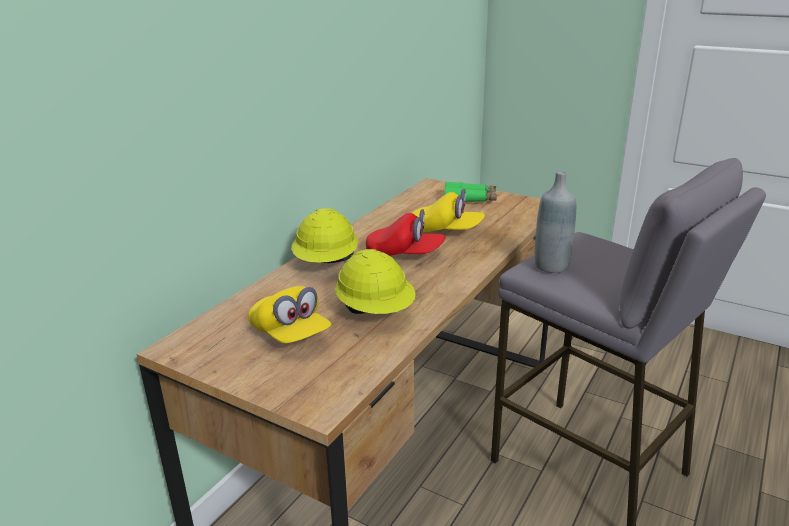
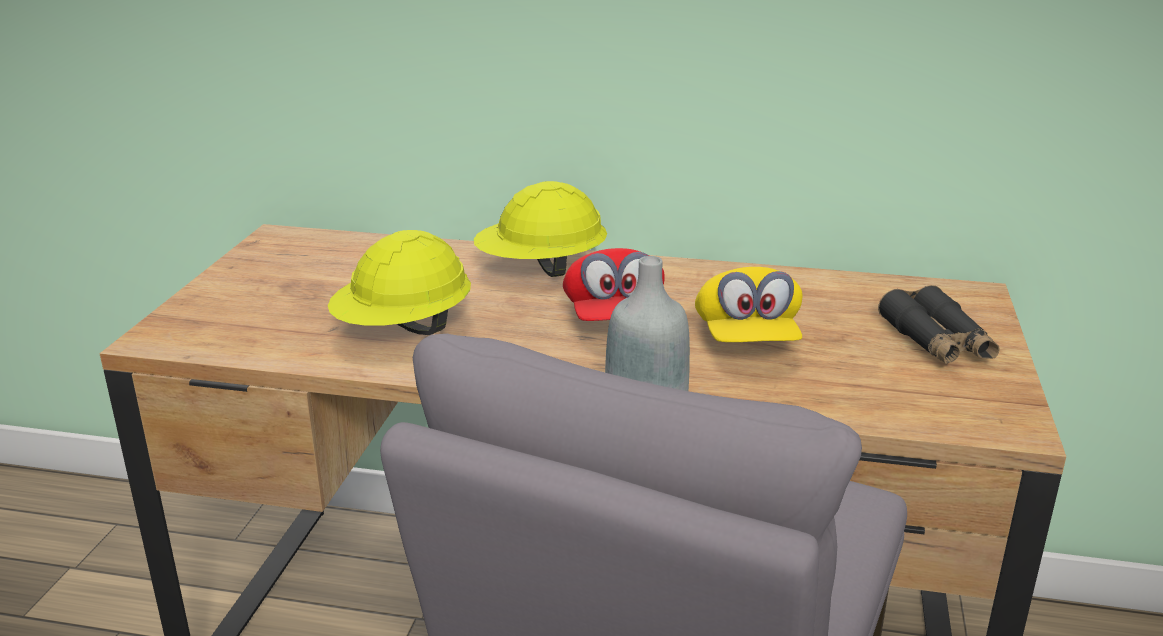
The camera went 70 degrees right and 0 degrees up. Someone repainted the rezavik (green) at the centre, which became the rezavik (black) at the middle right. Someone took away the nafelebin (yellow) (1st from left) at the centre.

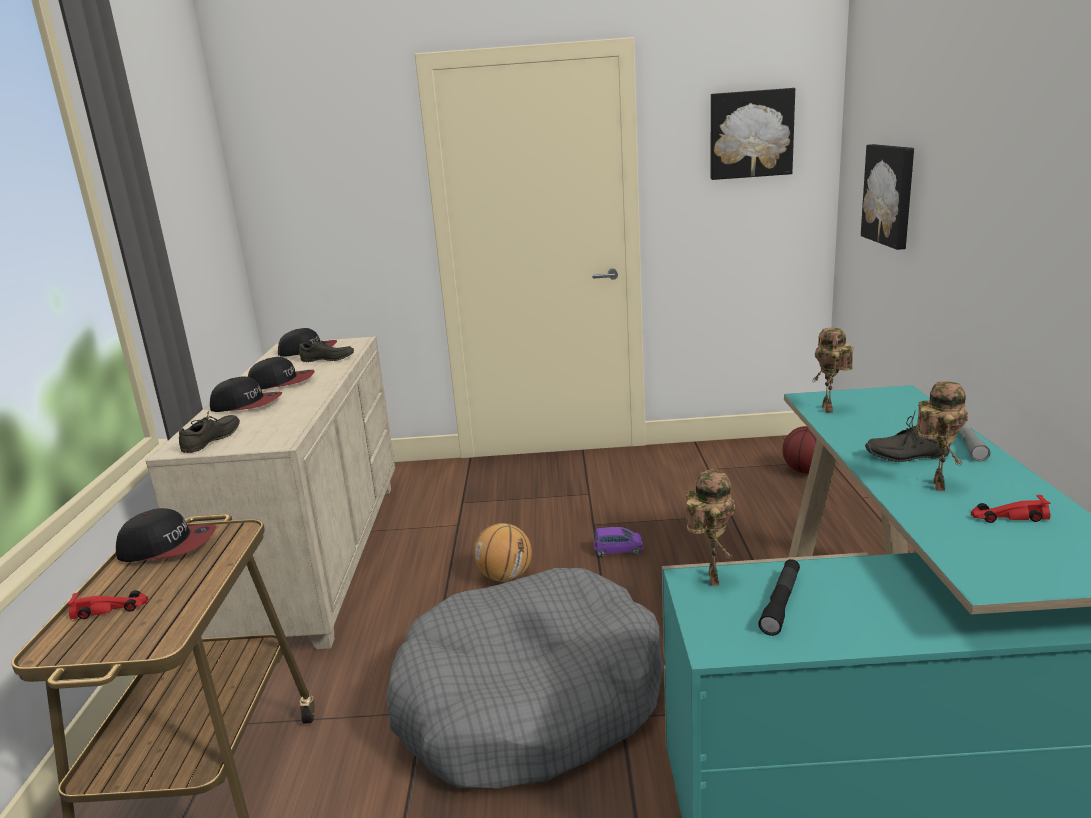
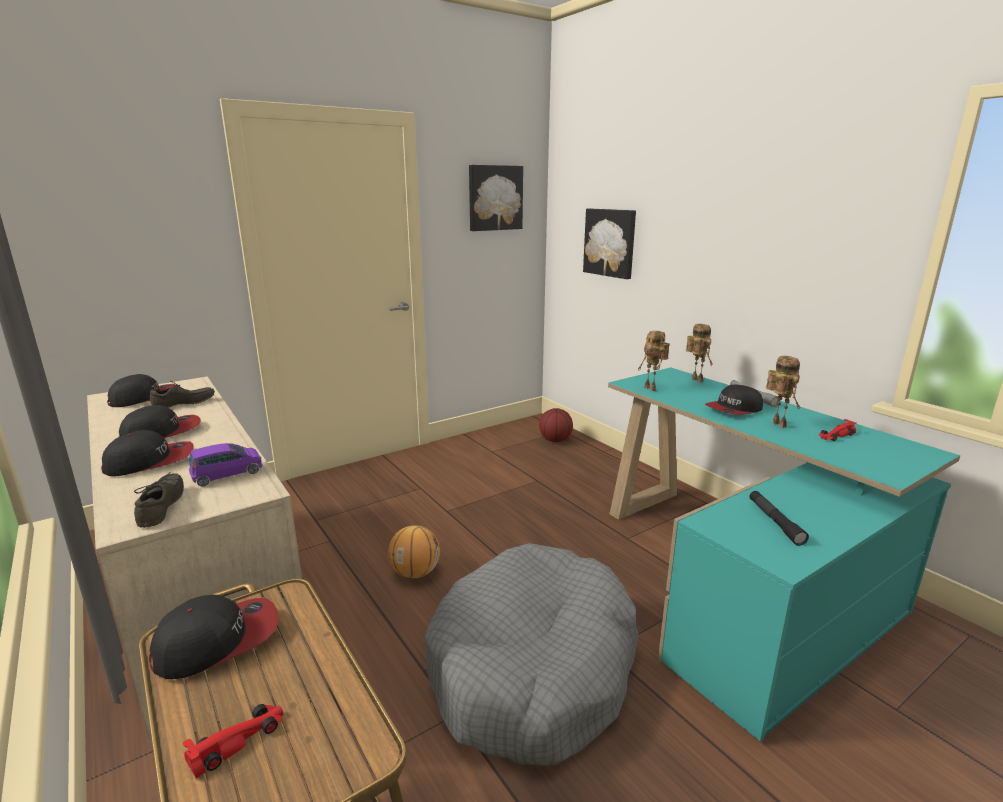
The camera went 35 degrees left and 0 degrees up. Someone swapped the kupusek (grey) (3rd from left) at the middle right for the nafelebin (5th from left) at the middle right. Someone carried the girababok (1st from left in the first image) from the centre to the middle right. Someone carried the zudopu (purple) from the centre to the middle left.

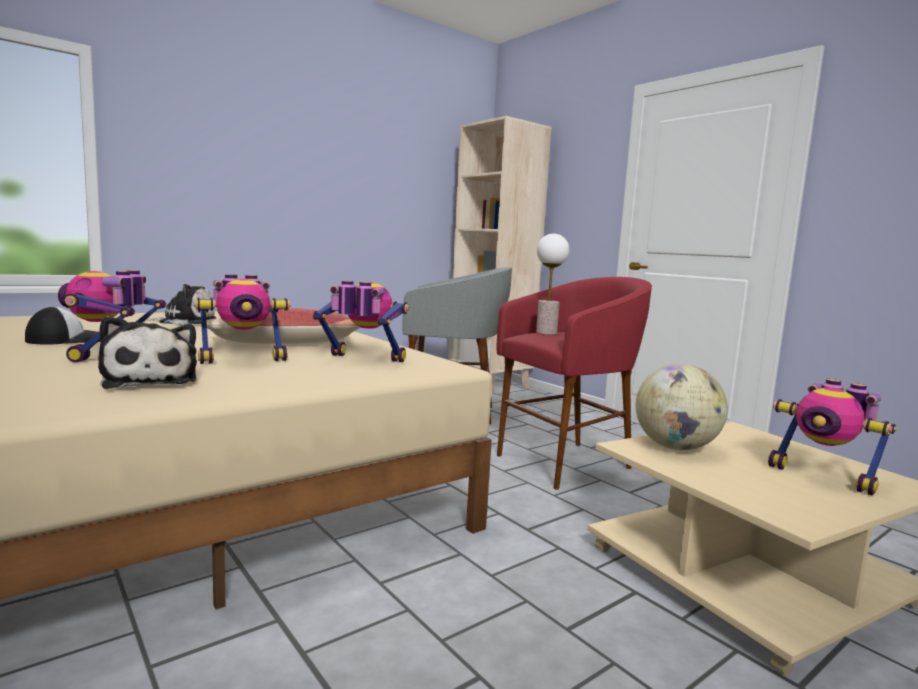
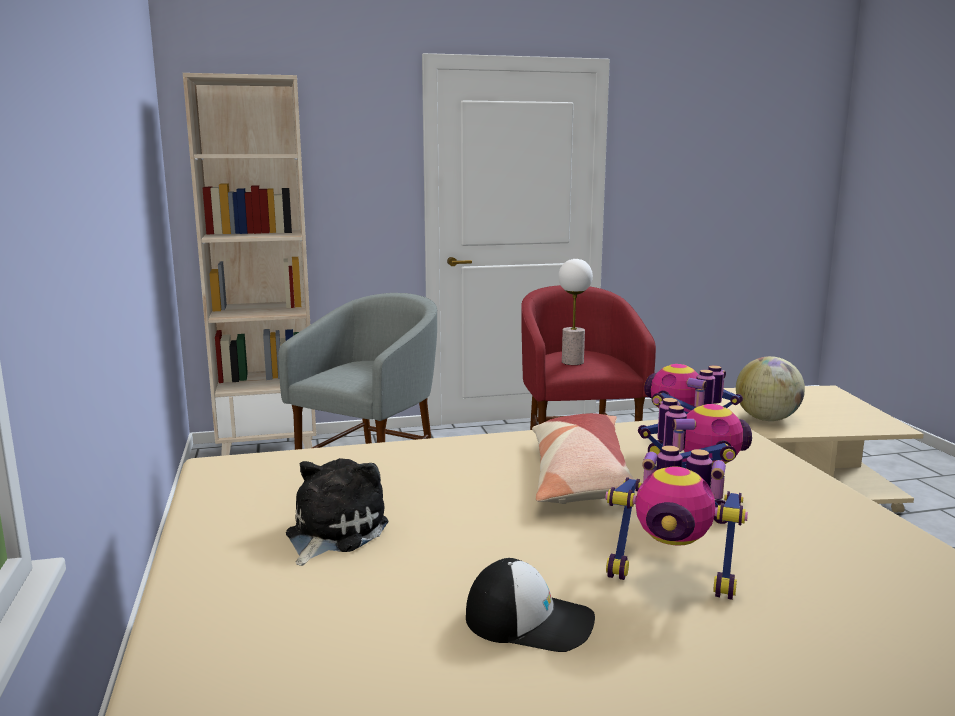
The camera went 65 degrees left and 5 degrees up. Someone rotated the nafelebin at the middle left by 120 degrees clockwise. Someone took away the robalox (1st from left) at the middle left. Someone took away the girababok (4th from left) at the middle right.

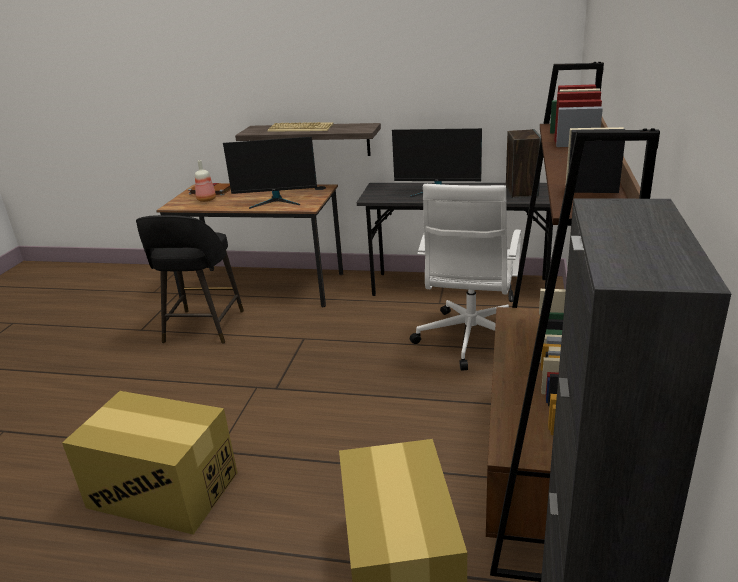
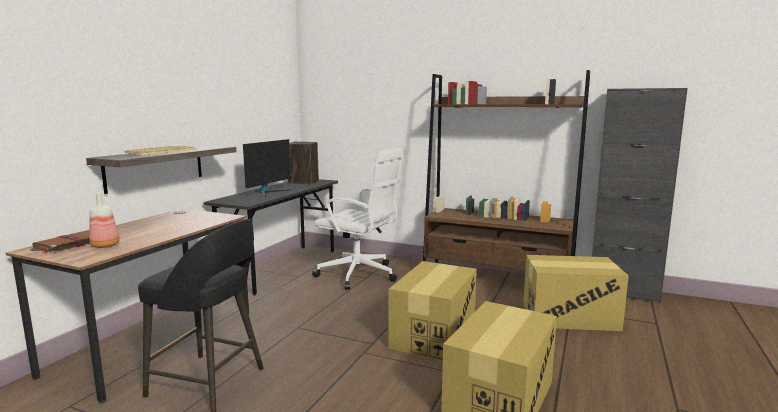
The camera went 80 degrees left and 15 degrees down. Someone took away the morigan (1st from left) at the top centre. Someone put down the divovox (1st from left) at the bottom centre.

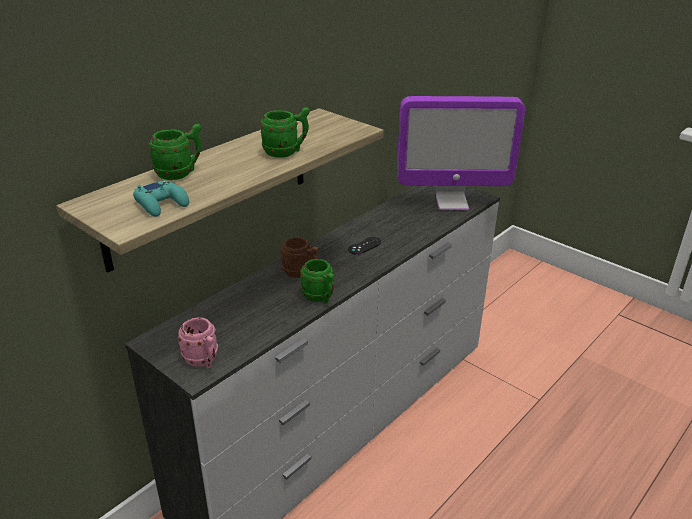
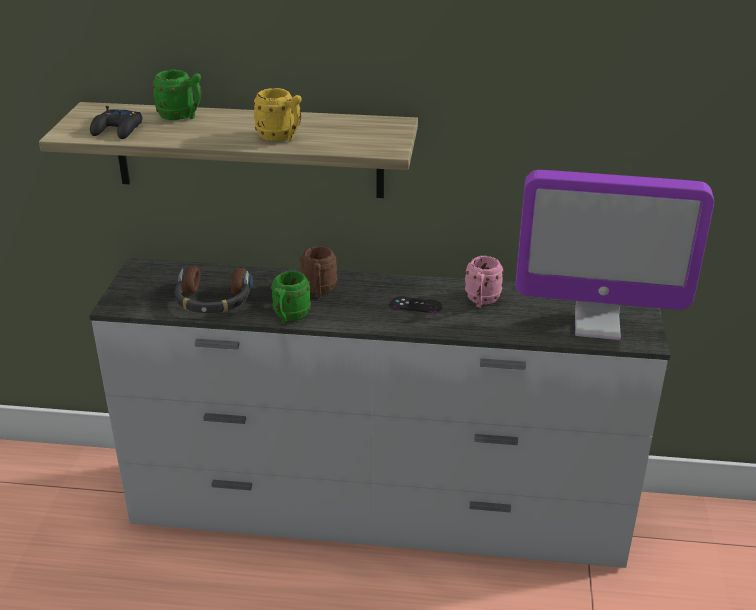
The camera went 55 degrees right and 0 degrees up. Someone rotated the morigan at the top centre by 45 degrees counterclockwise. Someone repainted the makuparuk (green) (2nd from left) at the top centre, which became the makuparuk (yellow) at the top centre. Someone repainted the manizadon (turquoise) at the middle left, which became the manizadon (black) (1st from left) at the top left. Someone carried the makuparuk (pink) from the middle left to the centre. Someone put down the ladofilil at the middle left.

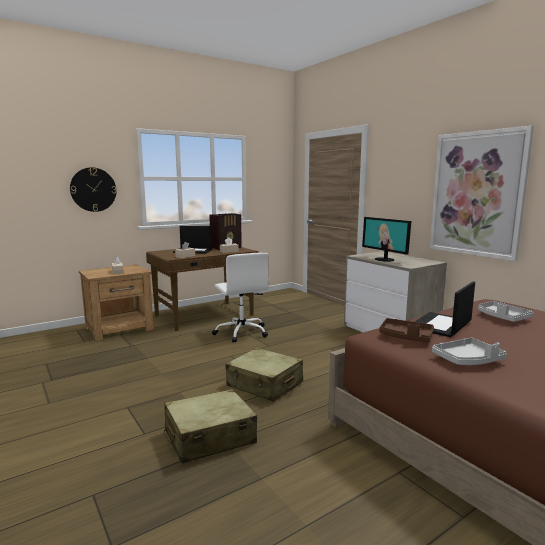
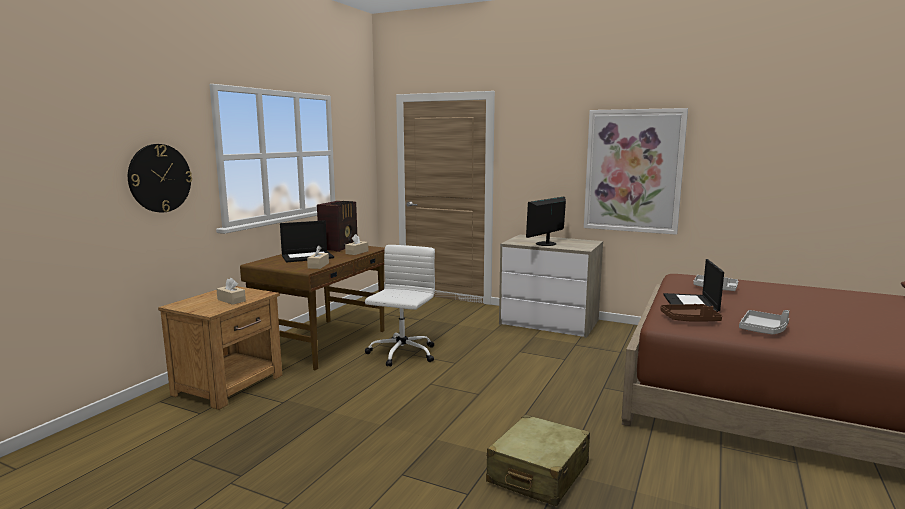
The camera went 30 degrees left and 0 degrees up. Someone rotated the morigan at the middle right by 105 degrees clockwise. Someone rotated the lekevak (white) at the centre by 105 degrees counterclockwise. Someone took away the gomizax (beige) (2nd from left) at the bottom centre.

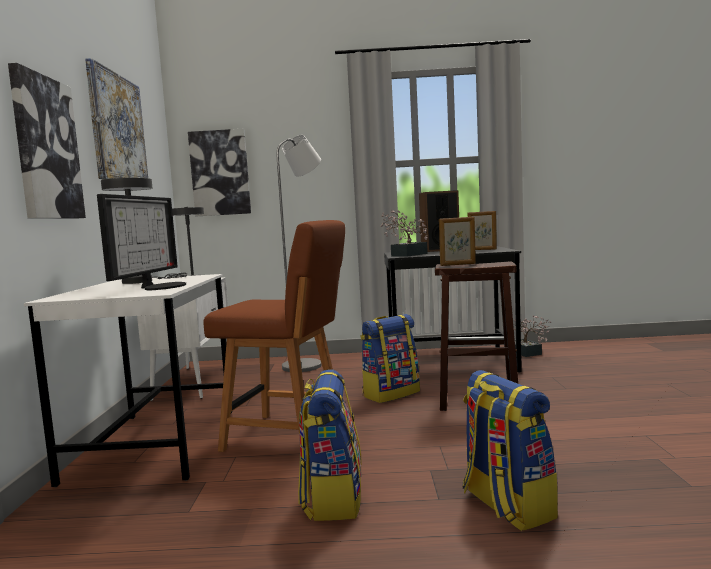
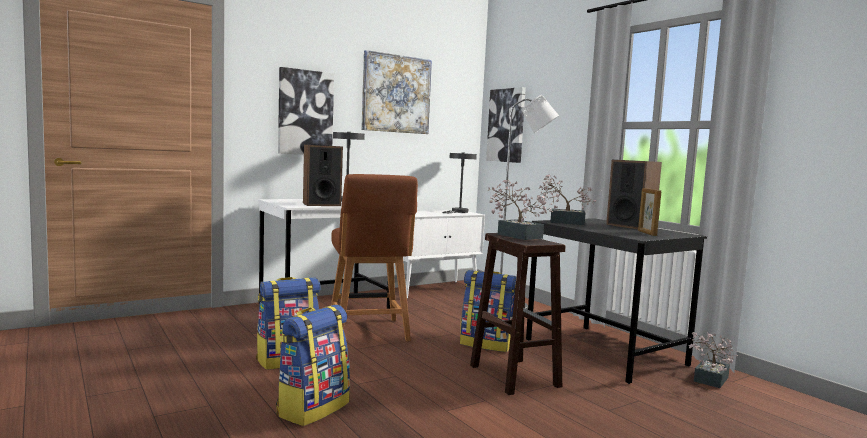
The camera went 55 degrees right and 0 degrees up. Someone swapped the morigan at the middle left for the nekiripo (1st from left) at the centre. Someone swapped the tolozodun (1st from left) at the centre for the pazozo (1st from left) at the centre.

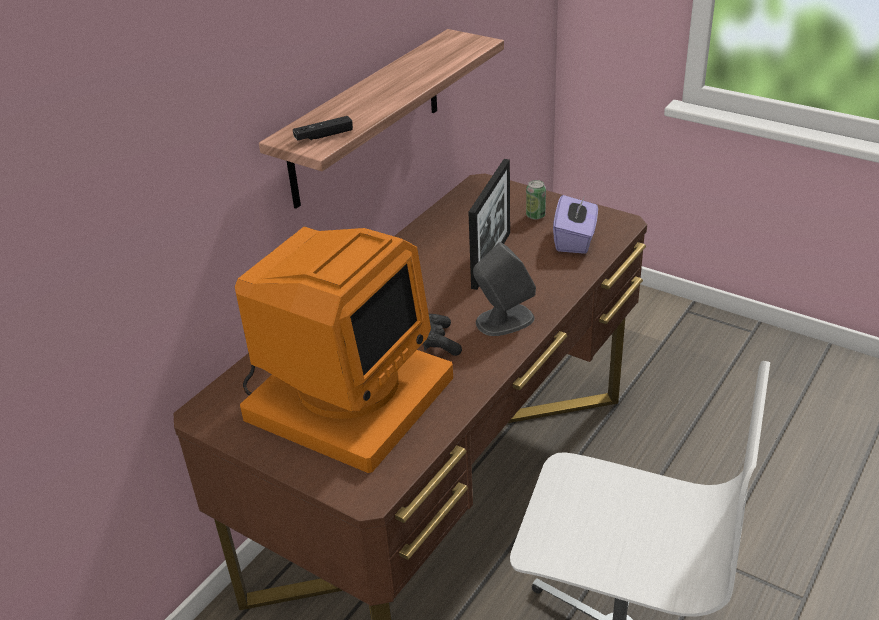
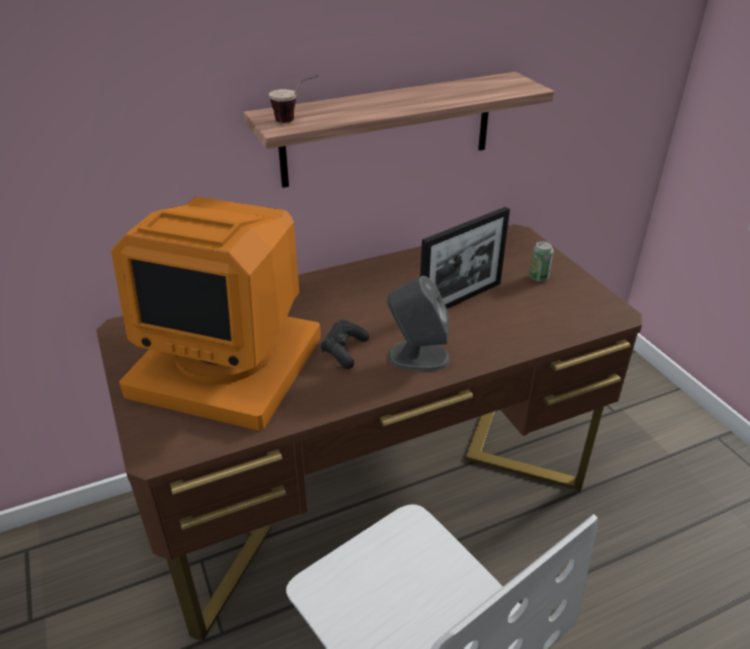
The camera went 30 degrees right and 0 degrees up. Someone swapped the manizadon (black) (1st from left) at the top centre for the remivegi at the top centre. Someone took away the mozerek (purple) at the centre. Someone rotated the morigan at the centre by 45 degrees clockwise.

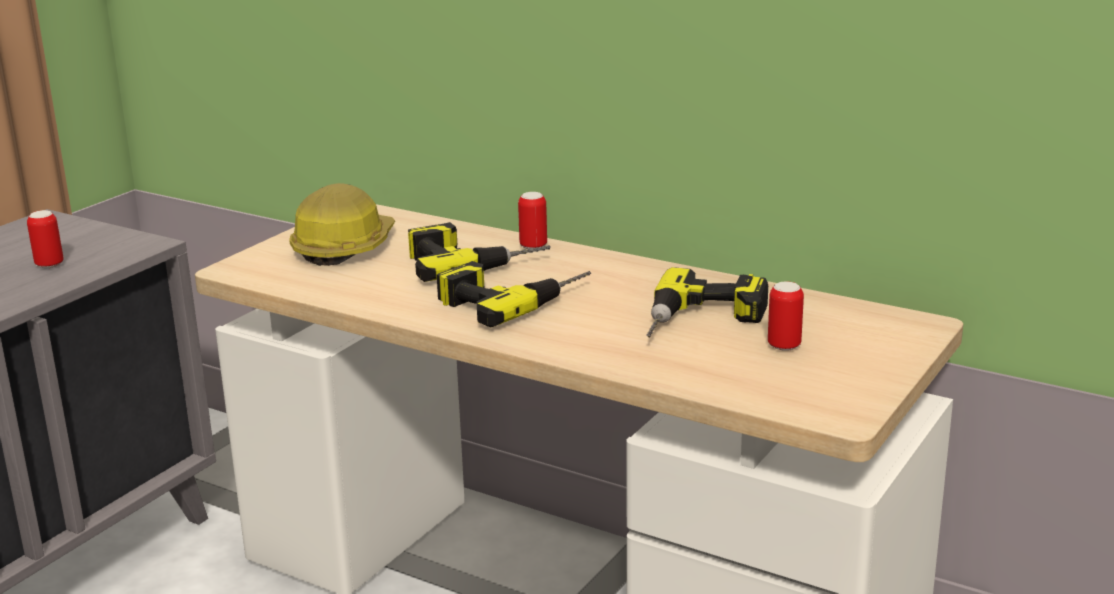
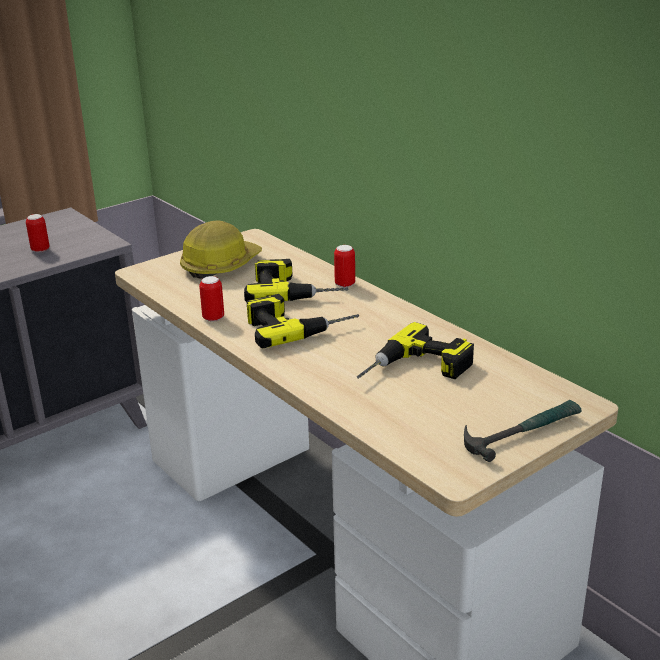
The camera went 20 degrees right and 5 degrees up. Someone carried the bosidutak (3rd from left in the first image) from the middle right to the middle left. Someone put down the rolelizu at the middle right.

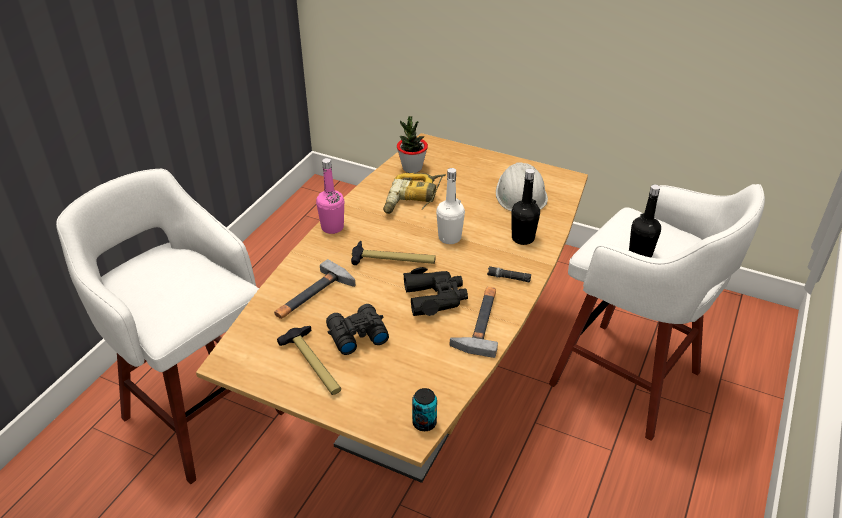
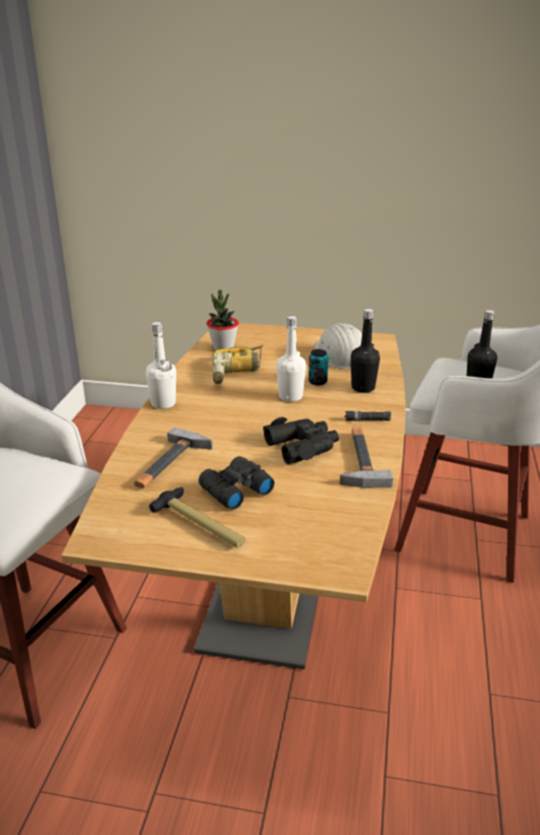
The camera went 15 degrees left and 10 degrees down. Someone repainted the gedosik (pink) at the centre, which became the gedosik (white) (1st from left) at the middle left. Someone took away the rolelizu (3rd from left) at the centre. Someone carried the bosidutak from the bottom centre to the centre.

